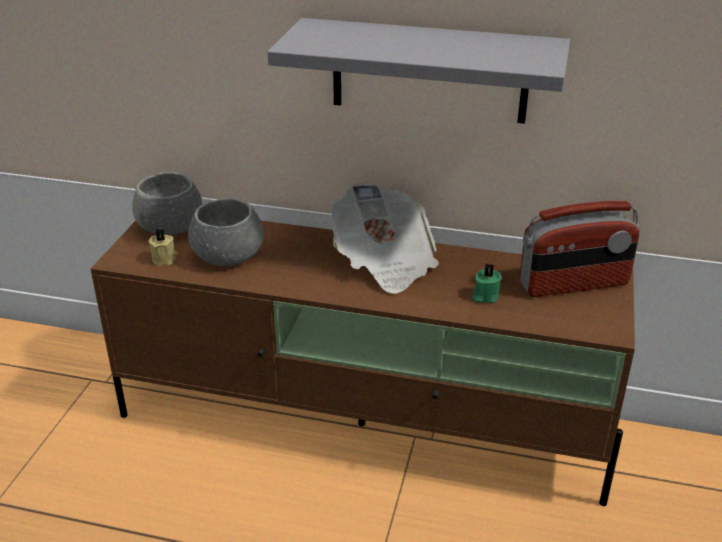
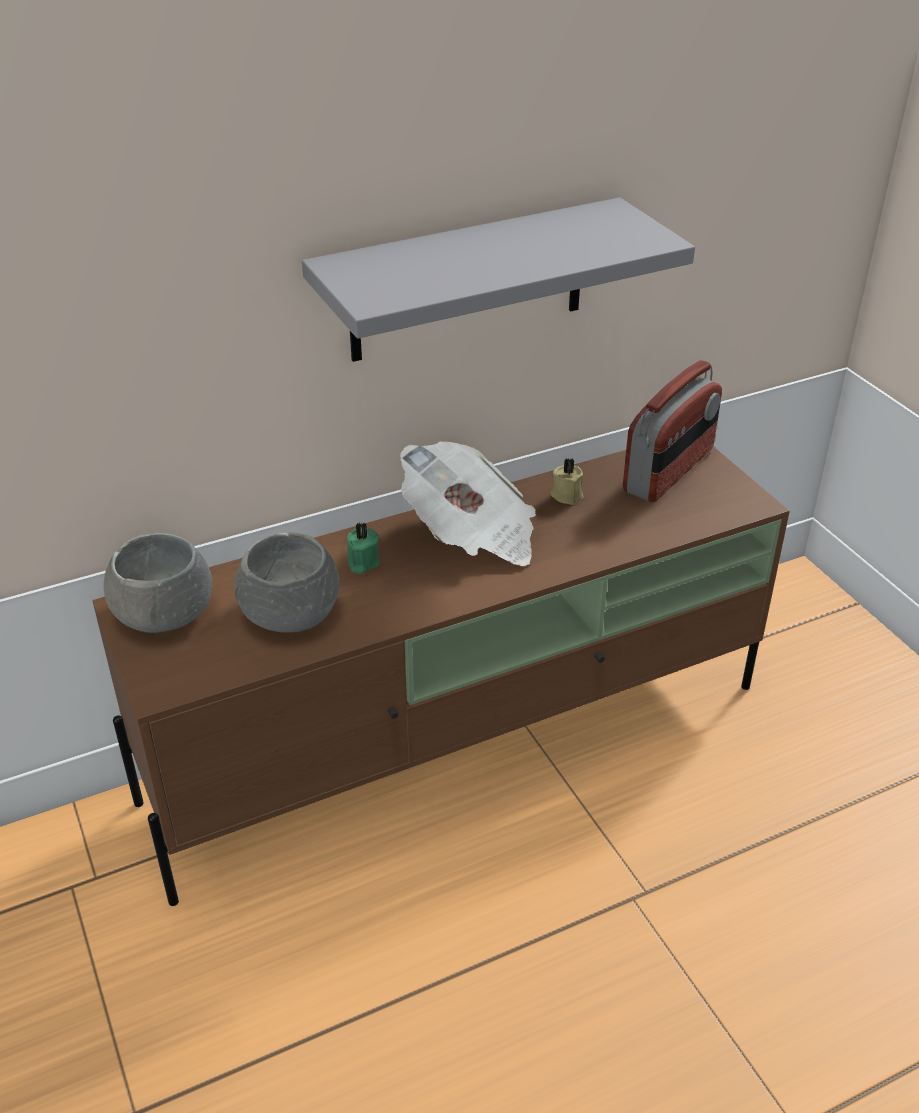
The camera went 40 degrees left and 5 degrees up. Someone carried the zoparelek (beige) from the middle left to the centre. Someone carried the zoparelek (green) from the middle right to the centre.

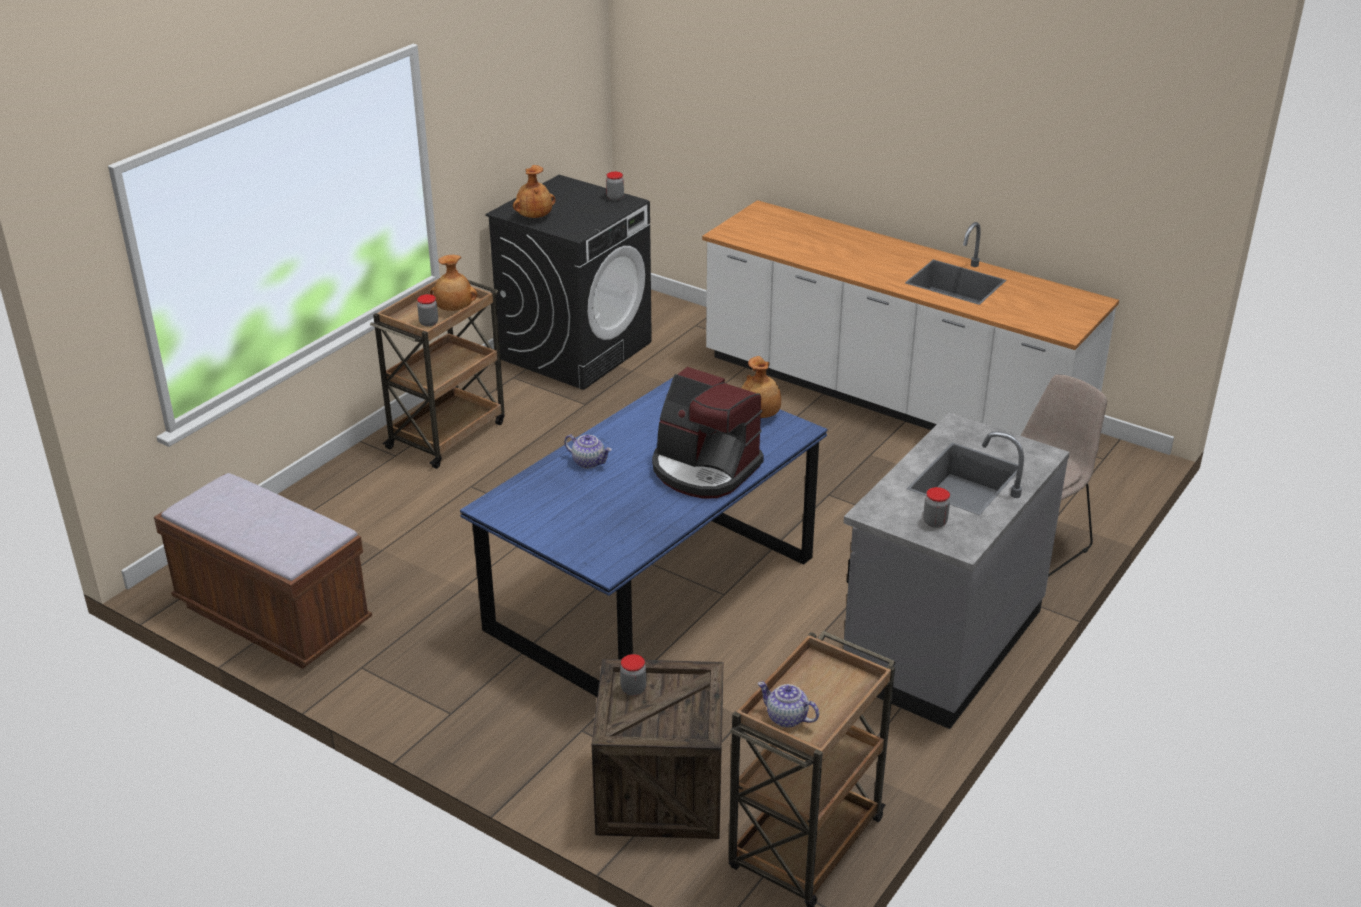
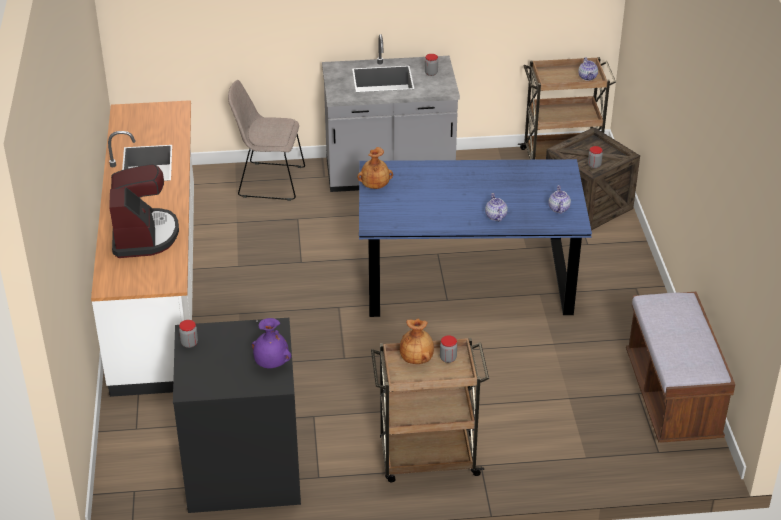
The camera went 130 degrees left and 5 degrees up. Someone repainted the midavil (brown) (2nd from left) at the top centre, which became the midavil (purple) at the centre. Someone carried the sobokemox from the centre to the middle left. Someone put down the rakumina (2nd from left) at the middle right.

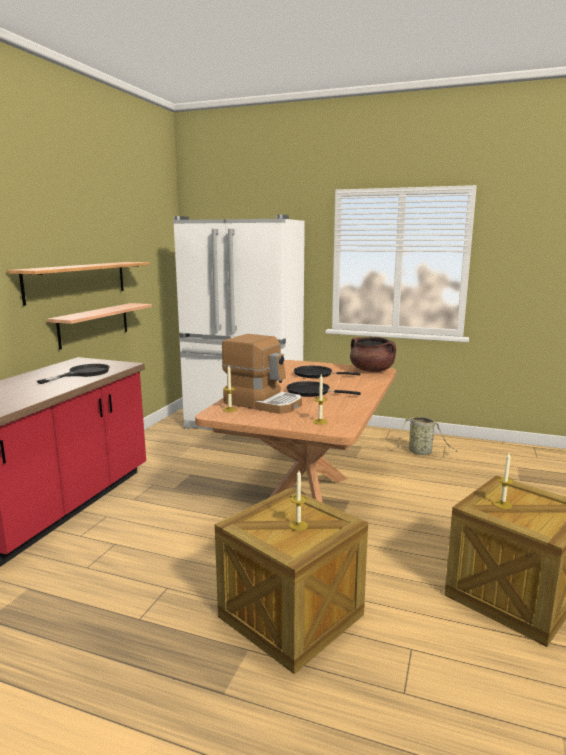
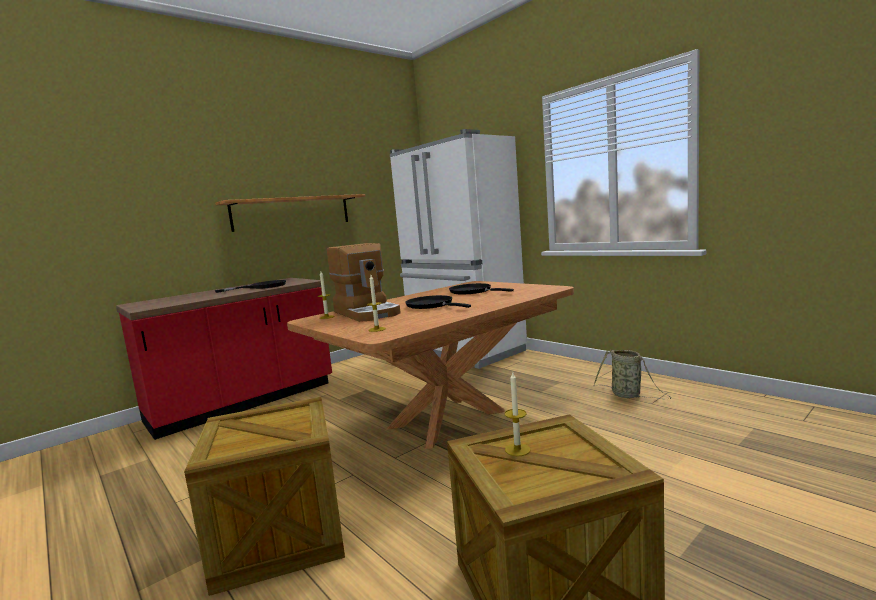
The camera went 30 degrees right and 5 degrees down. Someone took away the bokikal (2nd from left) at the middle left. Someone took away the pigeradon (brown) at the centre. Someone took away the zoparelek (2nd from left) at the centre.

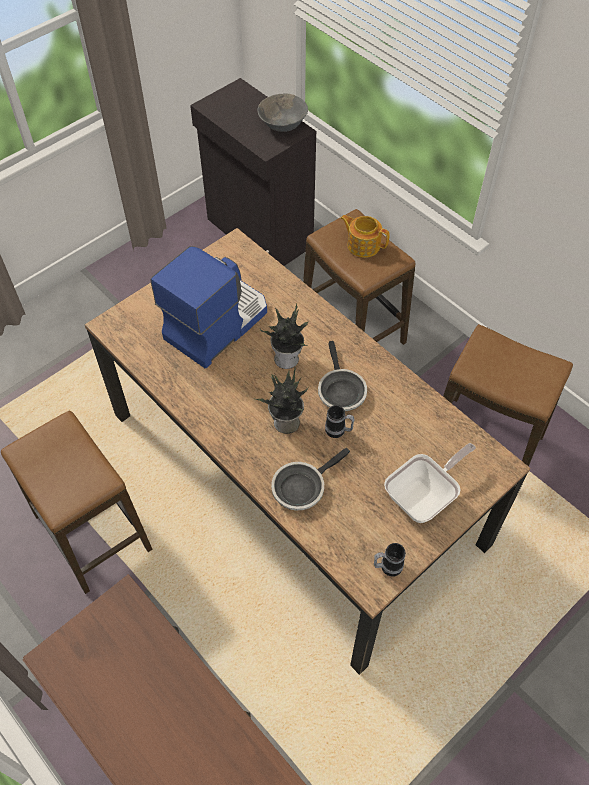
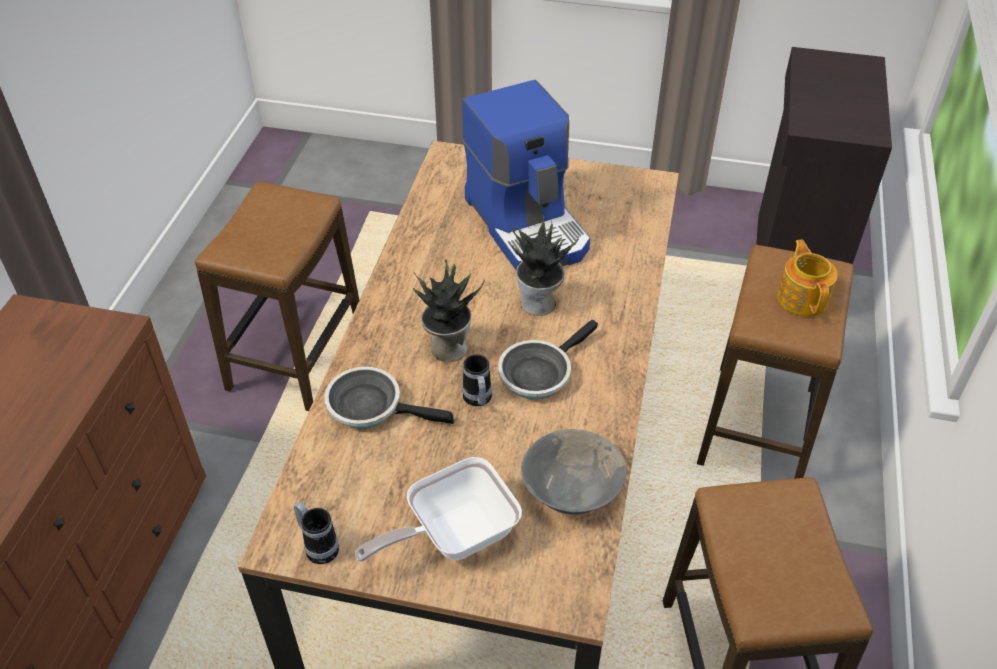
The camera went 55 degrees right and 10 degrees down. Someone carried the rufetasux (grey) from the top centre to the bottom centre. Someone rotated the sobokemox at the centre by 60 degrees clockwise. Someone rotated the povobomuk (3rd from left in the first image) at the middle right by 135 degrees clockwise.

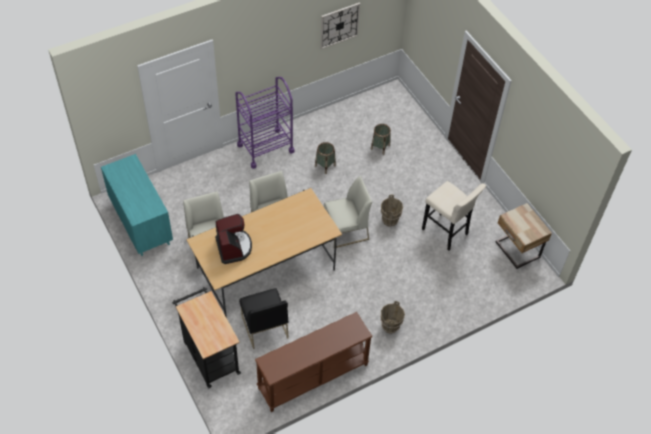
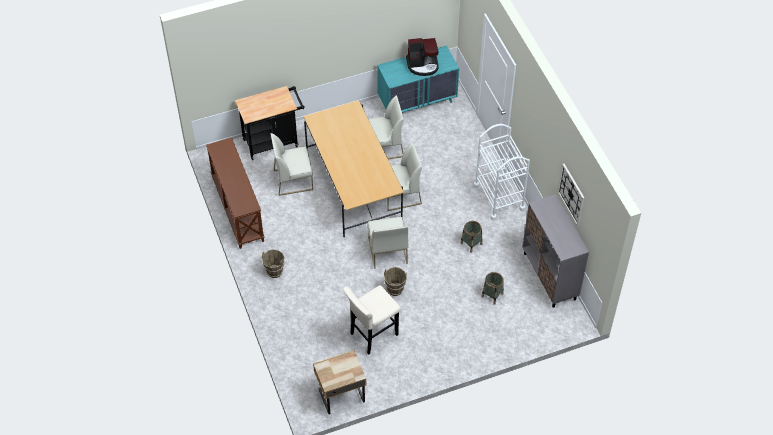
The camera went 100 degrees right and 0 degrees up. Someone repainted the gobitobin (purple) at the top centre, which became the gobitobin (white) at the centre. Someone carried the sobokemox from the centre to the top centre. Someone repainted the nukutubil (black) at the bottom centre, which became the nukutubil (white) (1st from left) at the centre. Someone put down the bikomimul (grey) at the middle right.

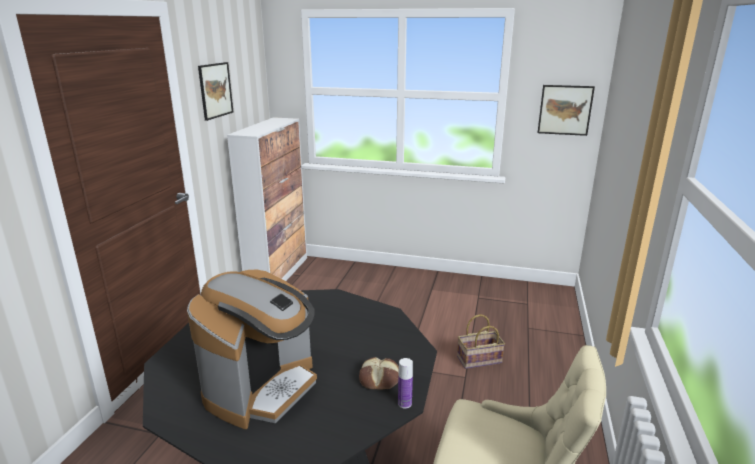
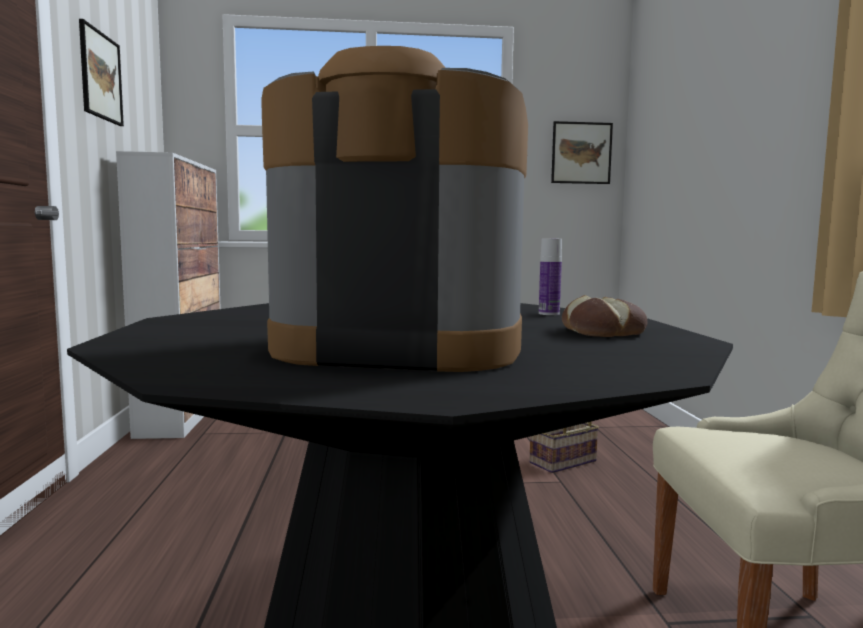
The camera went 20 degrees left and 15 degrees down. Someone rotated the sobokemox at the bottom centre by 90 degrees counterclockwise. Someone carried the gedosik from the bottom centre to the centre.

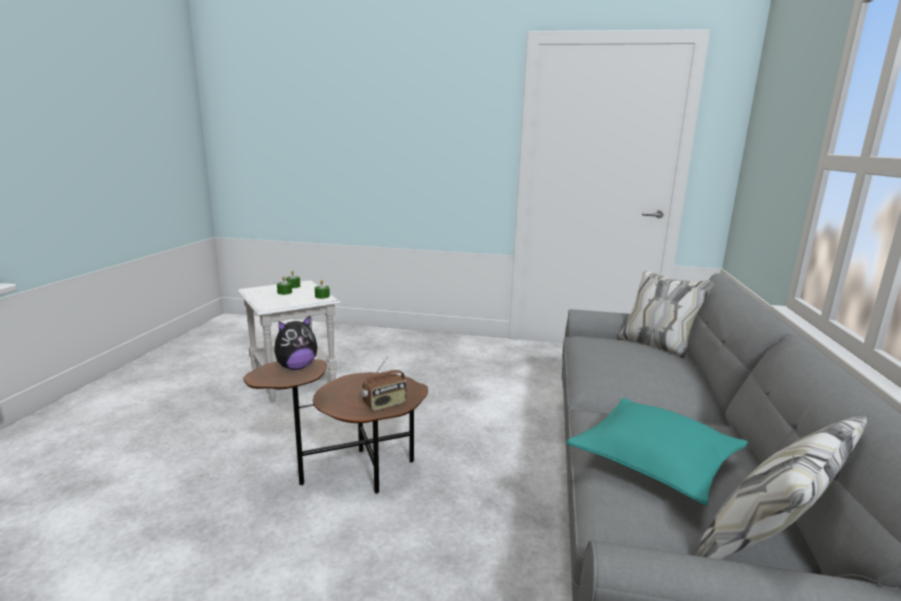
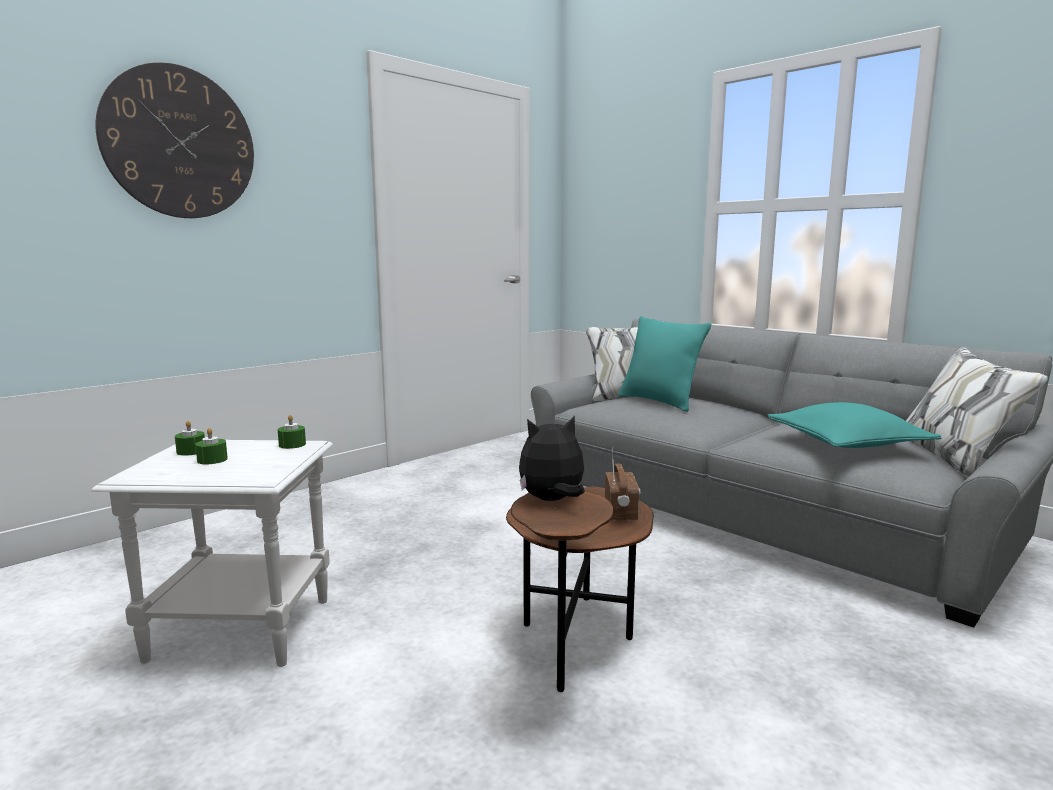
The camera went 55 degrees left and 5 degrees down. Someone rotated the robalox at the middle left by 105 degrees counterclockwise. Someone put up the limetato at the top left. Someone put down the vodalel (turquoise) (1st from left) at the centre.

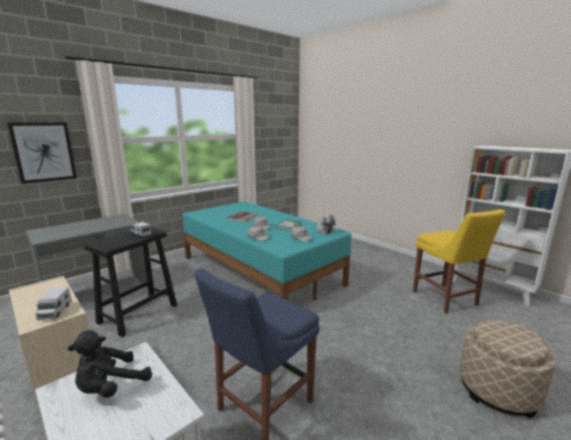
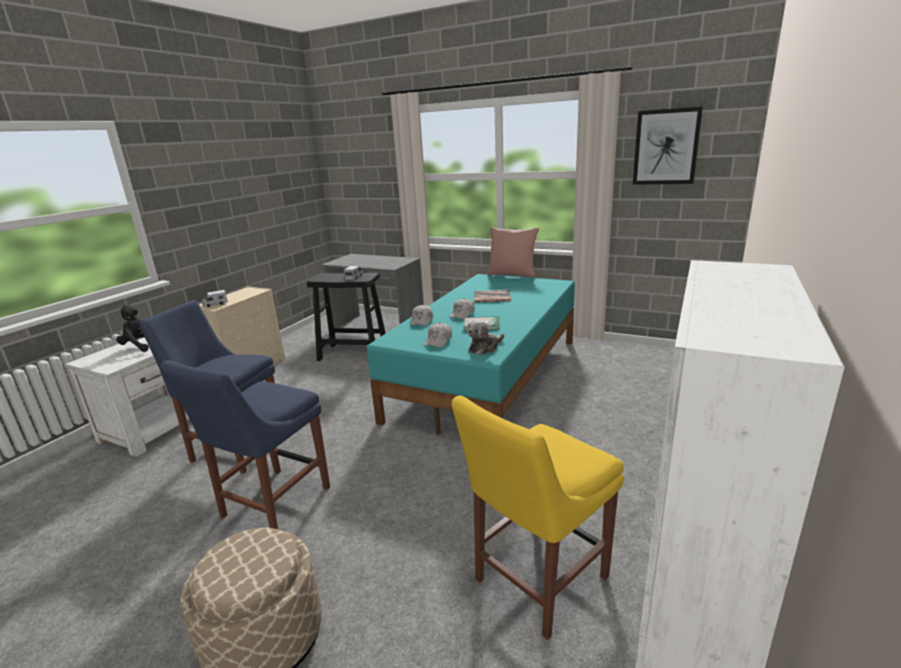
The camera went 70 degrees right and 5 degrees up. Someone carried the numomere from the middle left to the top right. Someone put down the vodalel (pink) at the centre. Someone put down the nukutubil (blue) (2nd from left) at the middle left.

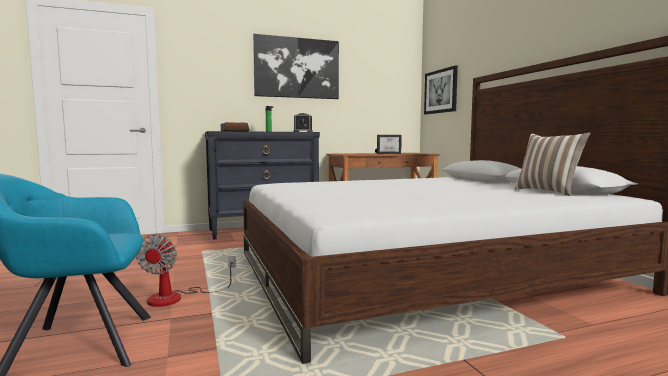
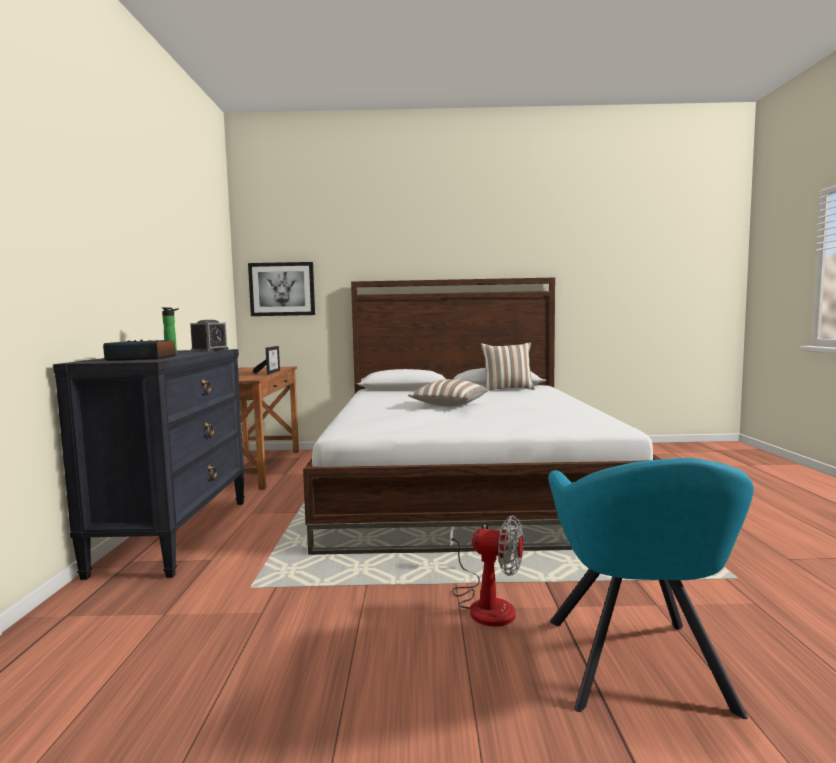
The camera went 70 degrees left and 0 degrees up. Someone took away the numomere (1st from left) at the top centre. Someone put down the vodalel (1st from left) at the centre.

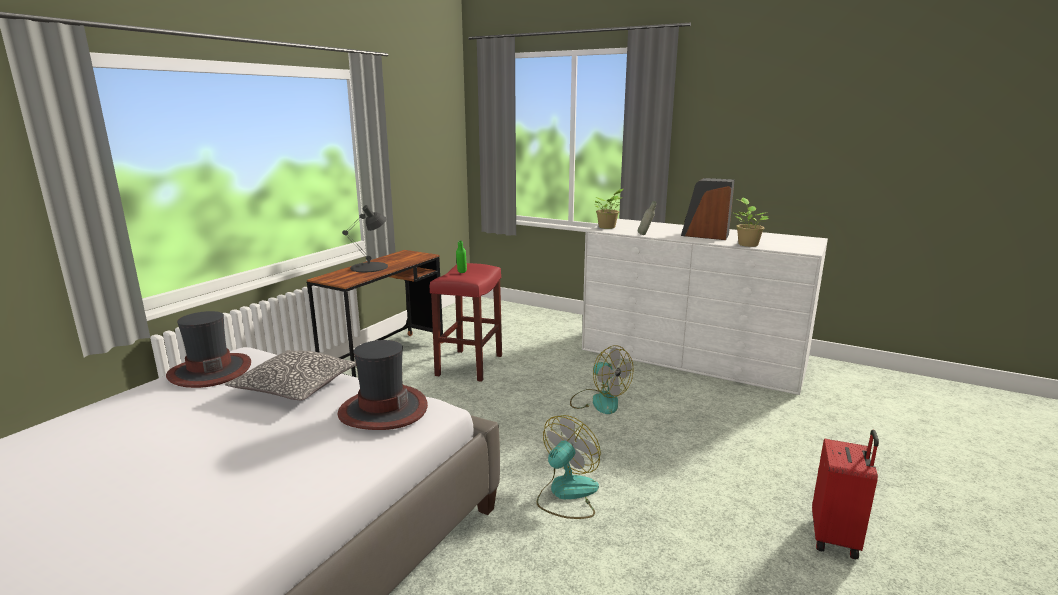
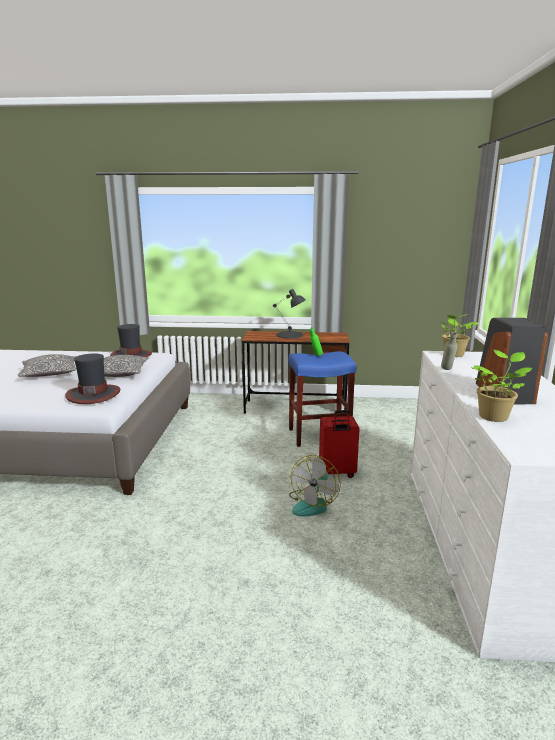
The camera went 65 degrees right and 0 degrees up. Someone repainted the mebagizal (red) at the centre, which became the mebagizal (blue) at the centre. Someone took away the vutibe (1st from left) at the bottom centre. Someone carried the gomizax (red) from the bottom right to the centre. Someone put down the vodalel (1st from left) at the middle left.

